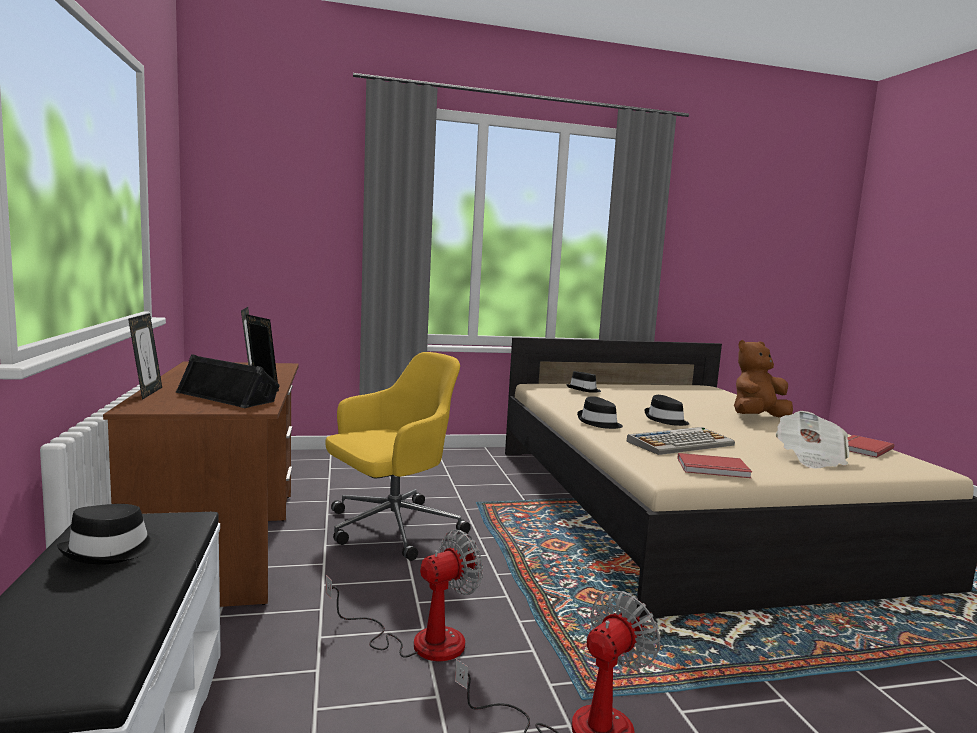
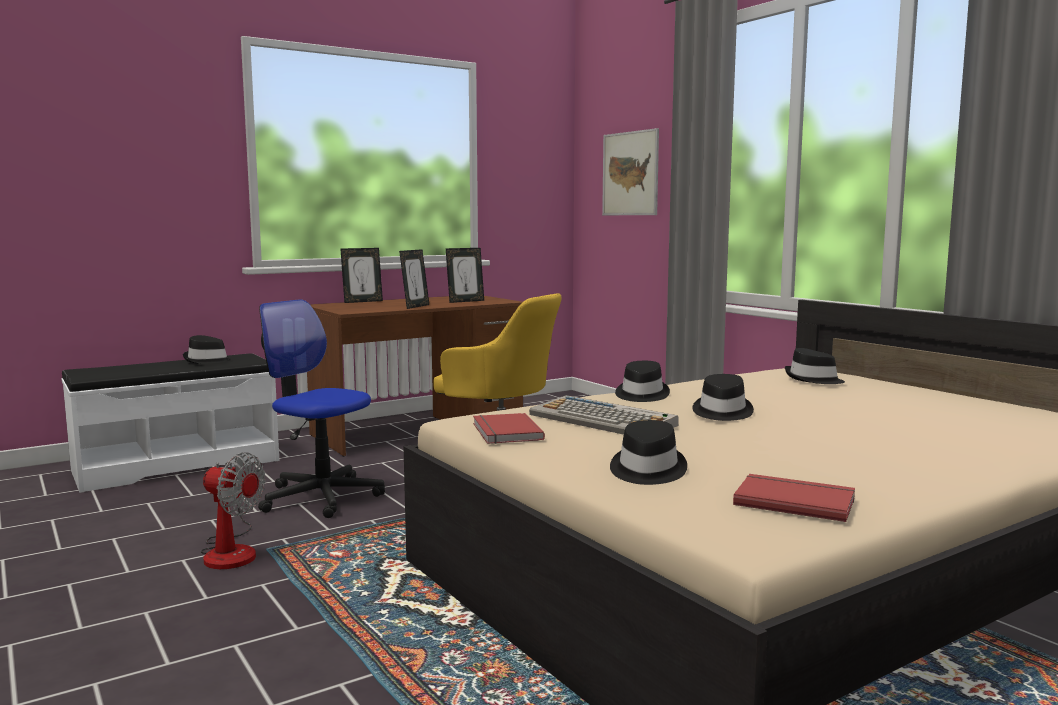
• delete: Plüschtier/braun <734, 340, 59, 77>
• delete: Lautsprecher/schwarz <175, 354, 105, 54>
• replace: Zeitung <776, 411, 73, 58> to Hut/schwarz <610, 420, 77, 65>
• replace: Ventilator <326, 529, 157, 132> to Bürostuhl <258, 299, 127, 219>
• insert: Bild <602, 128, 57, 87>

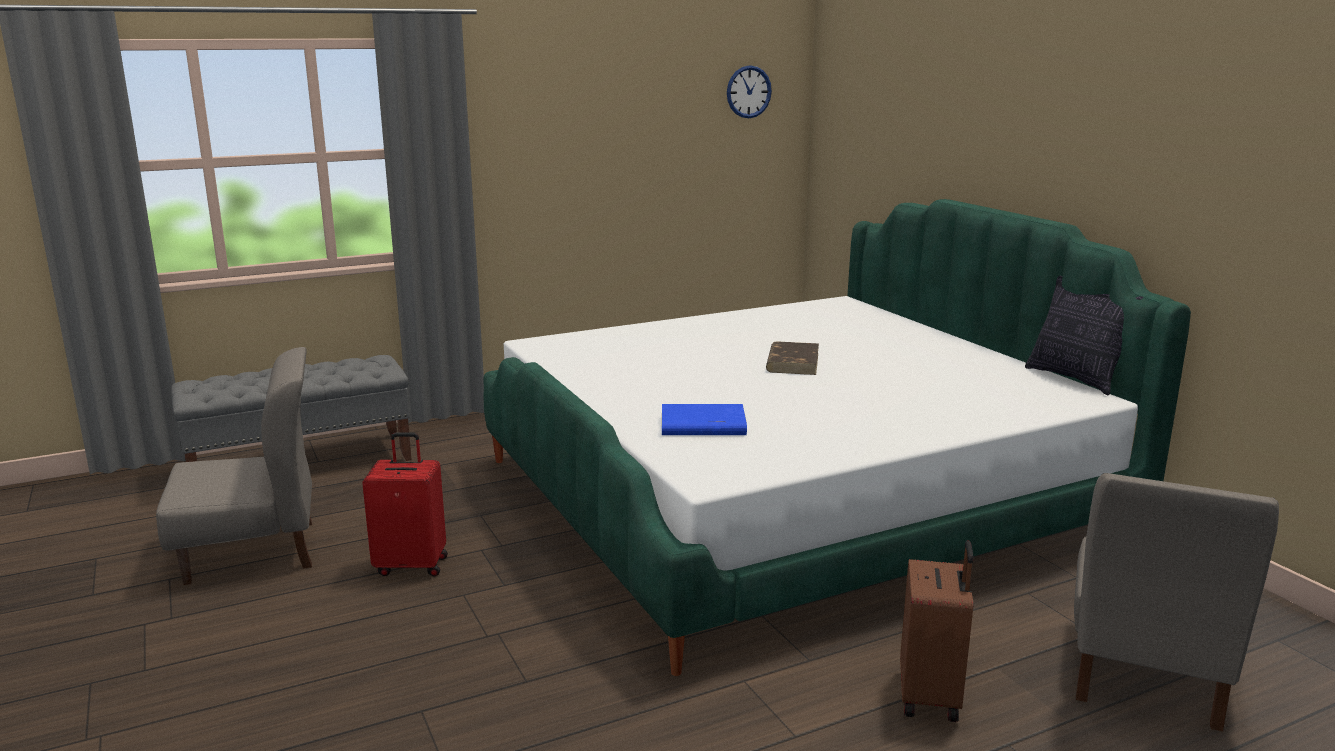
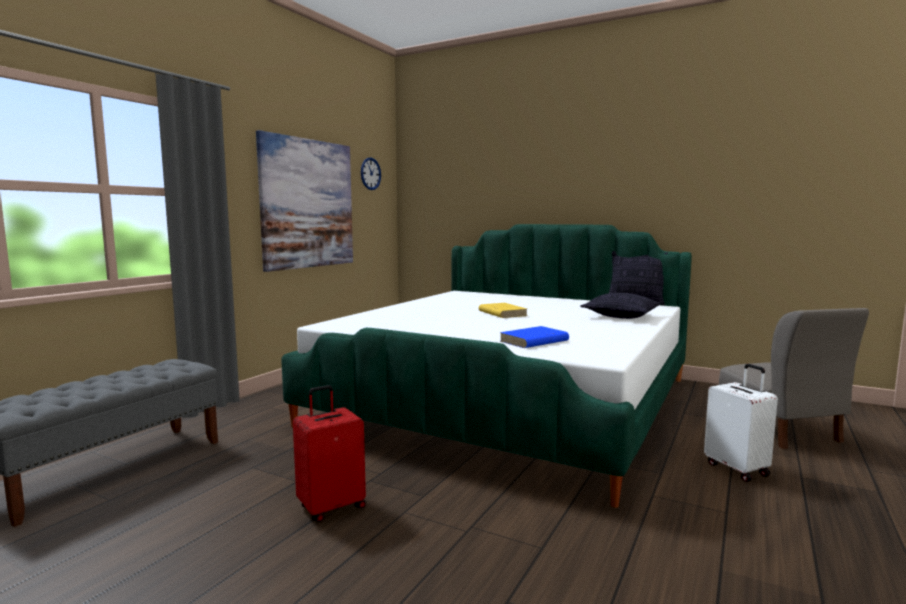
• recolor: Buch/braun <766, 341, 53, 34> to Buch/gelb <479, 303, 48, 15>
• delete: Stuhl/grau <156, 347, 156, 238>
• recolor: Koffer/braun <900, 541, 73, 181> to Koffer/weiß <704, 364, 74, 118>
• insert: Bild <256, 130, 97, 142>
• insert: Kissen <580, 293, 82, 26>

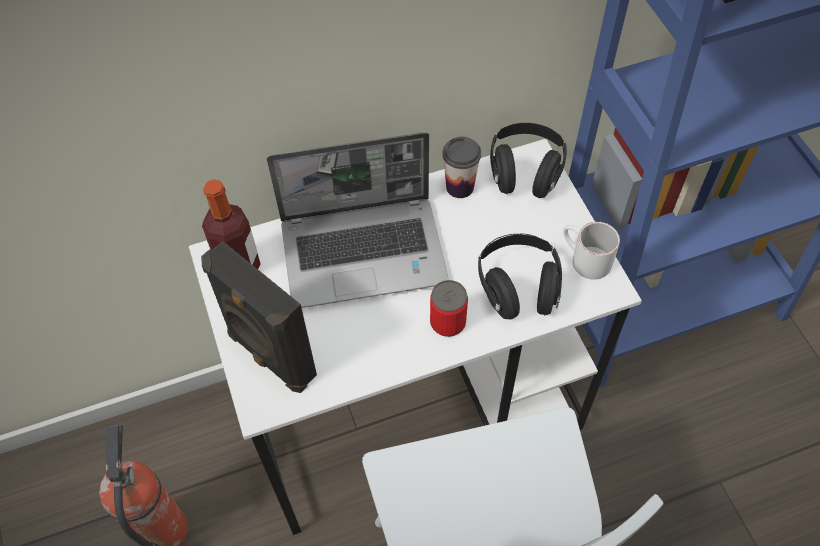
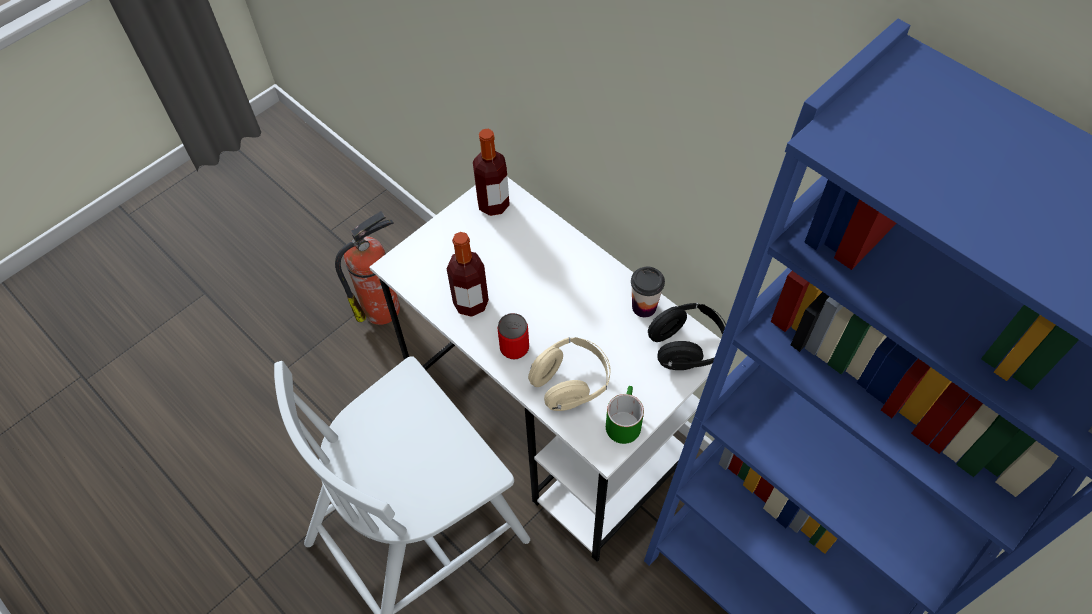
• delete: Laptop <267, 132, 182, 176>
• recolor: Henkelbecher/weiß <563, 222, 57, 58> to Henkelbecher/grün <606, 386, 38, 58>
• recolor: Kopfhörer/schwarz <478, 234, 84, 86> to Kopfhörer/beige <528, 337, 83, 74>
• delete: Lautsprecher/schwarz <201, 241, 116, 152>
• insert: Flasche <447, 232, 42, 85>

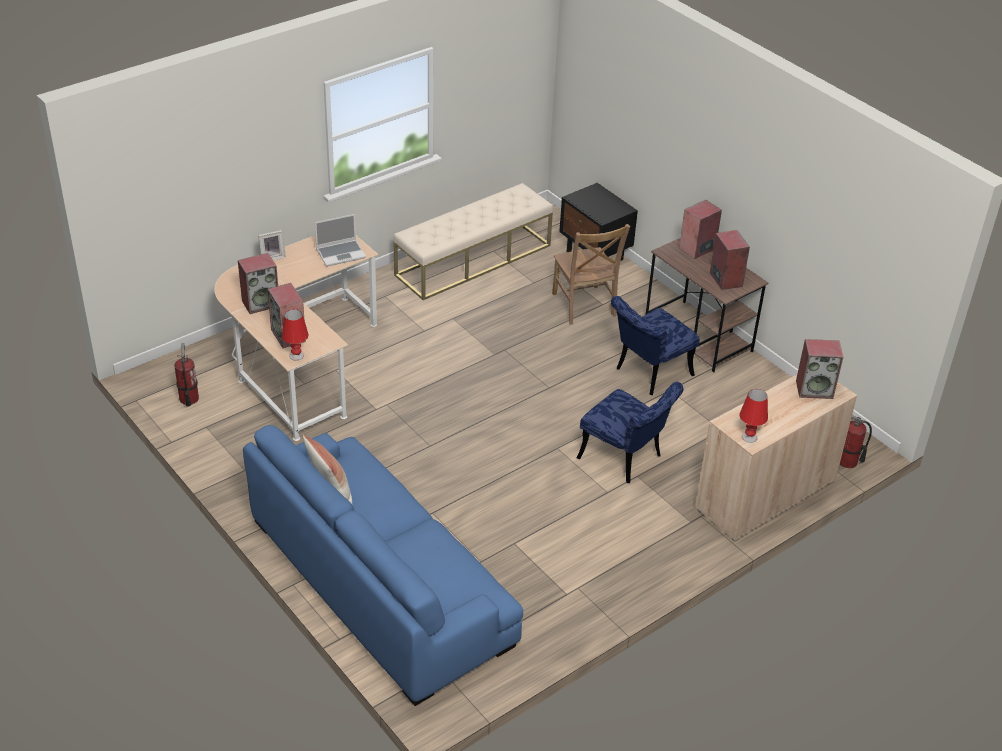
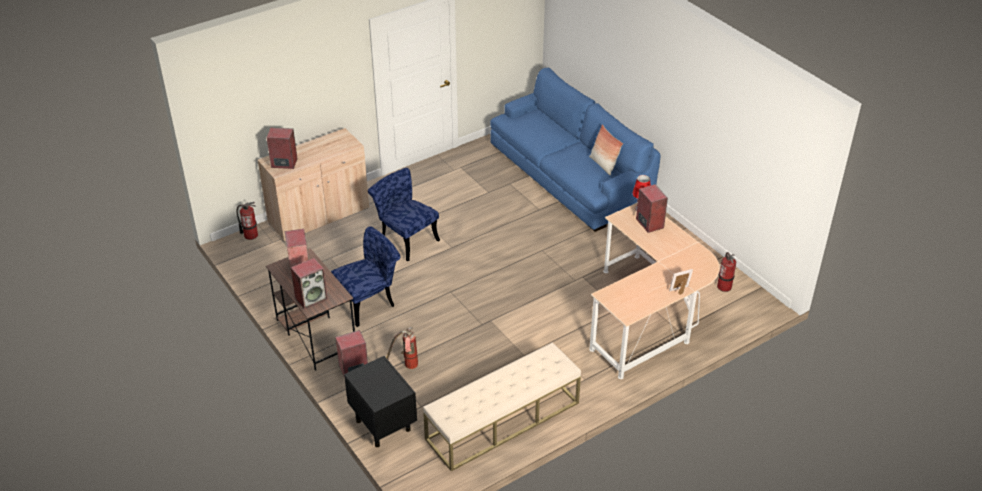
• delete: Laptop <315, 214, 51, 53>
• replace: Stuhl/braun <552, 224, 78, 100> to Feuerlöscher <386, 327, 32, 42>
• move: Lautsprecher <238, 253, 40, 61> to <335, 330, 33, 48>
• delete: Tischlampe/rot <739, 389, 29, 54>

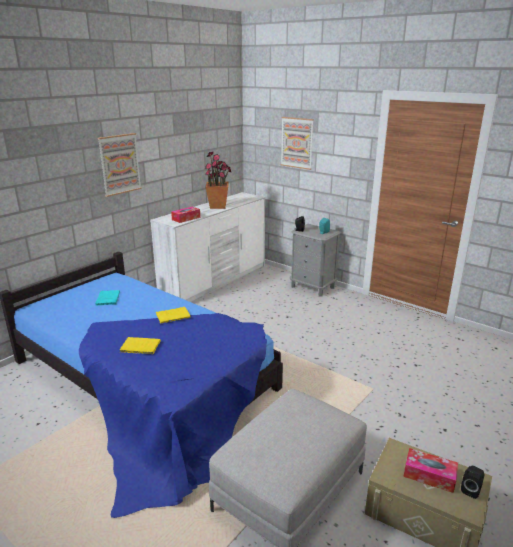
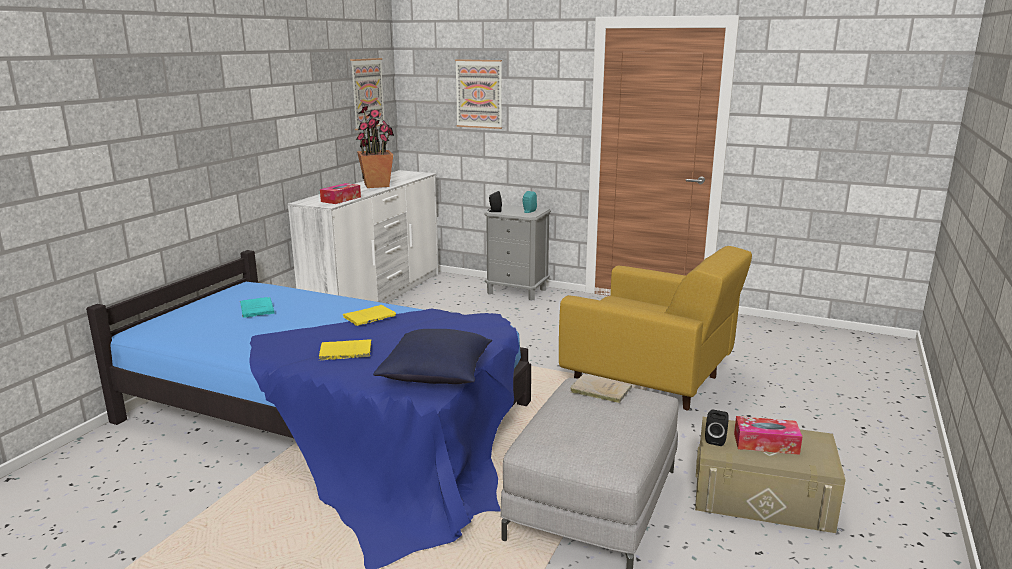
• move: Bild <98, 133, 44, 64> to <350, 58, 34, 72>
• move: Lautsprecher/schwarz <461, 466, 23, 33> to <705, 410, 24, 36>
• insert: Sessel/gelb <559, 246, 193, 165>
• insert: Kissen/blau <373, 329, 119, 55>
• insert: Buch/beige <570, 374, 62, 29>

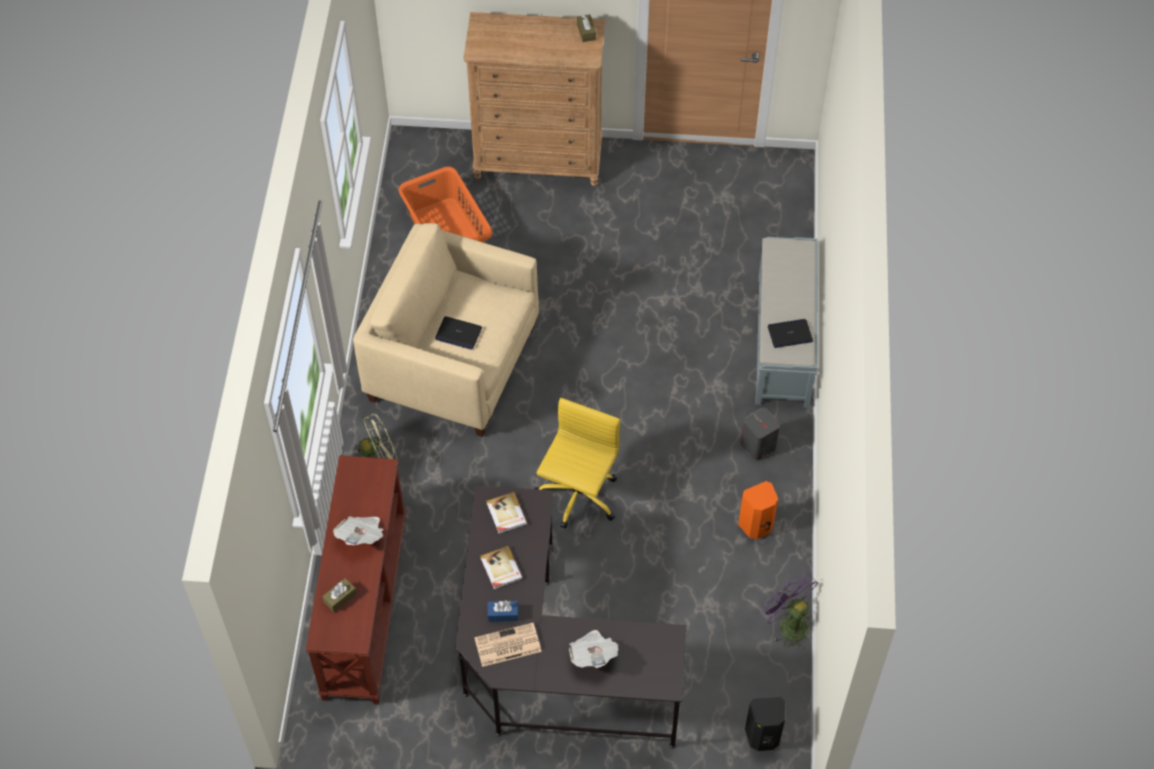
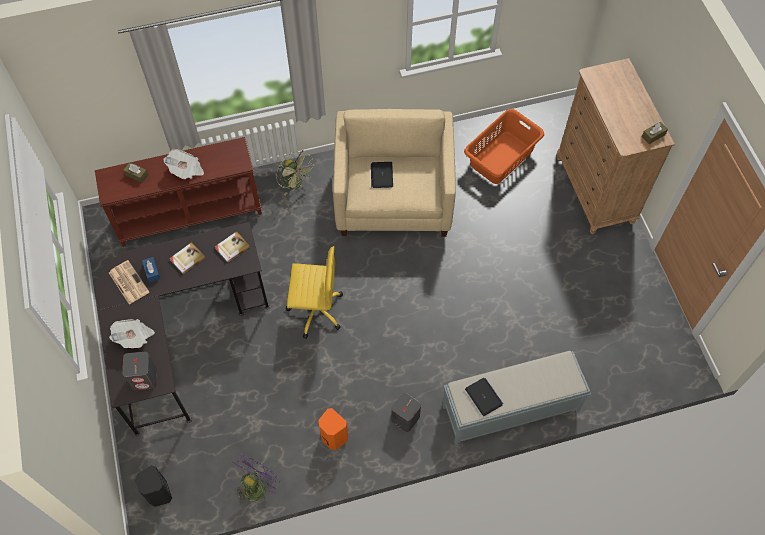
• insert: Lautsprecher/grau <123, 352, 34, 38>

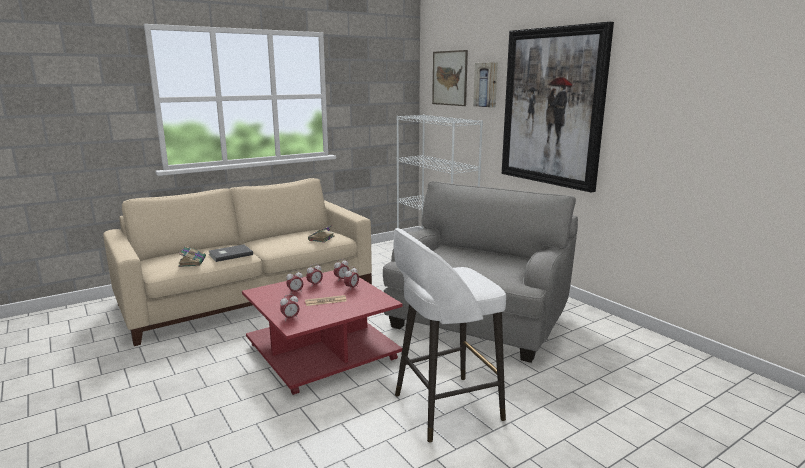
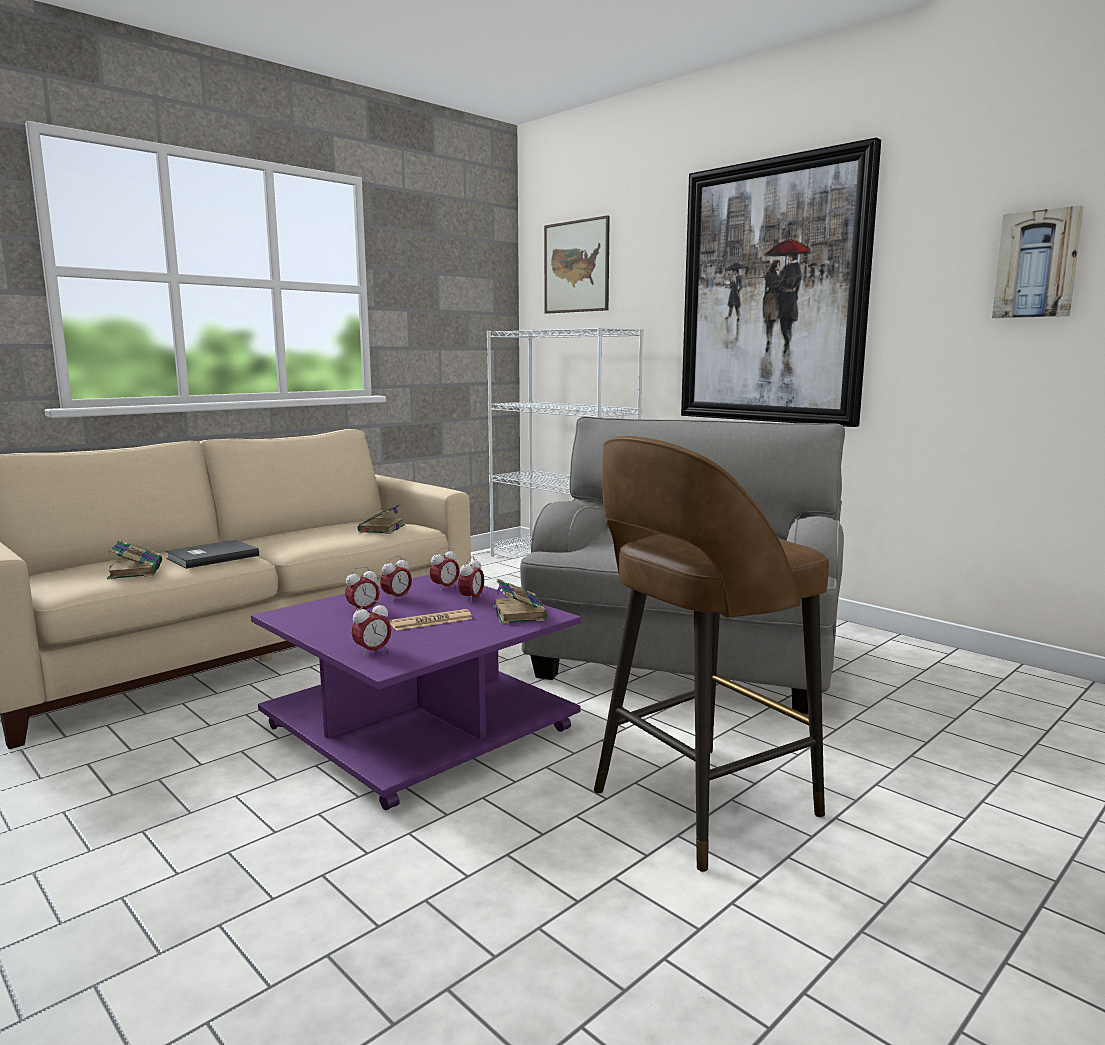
• move: Bild <473, 62, 25, 46> to <992, 205, 92, 113>
• recolor: Hocker/weiß <394, 228, 112, 215> to Hocker/braun <594, 436, 235, 436>
• recolor: Couchtisch/rot <242, 270, 161, 125> to Couchtisch/lila <251, 574, 330, 236>
• insert: Buch <493, 578, 54, 46>

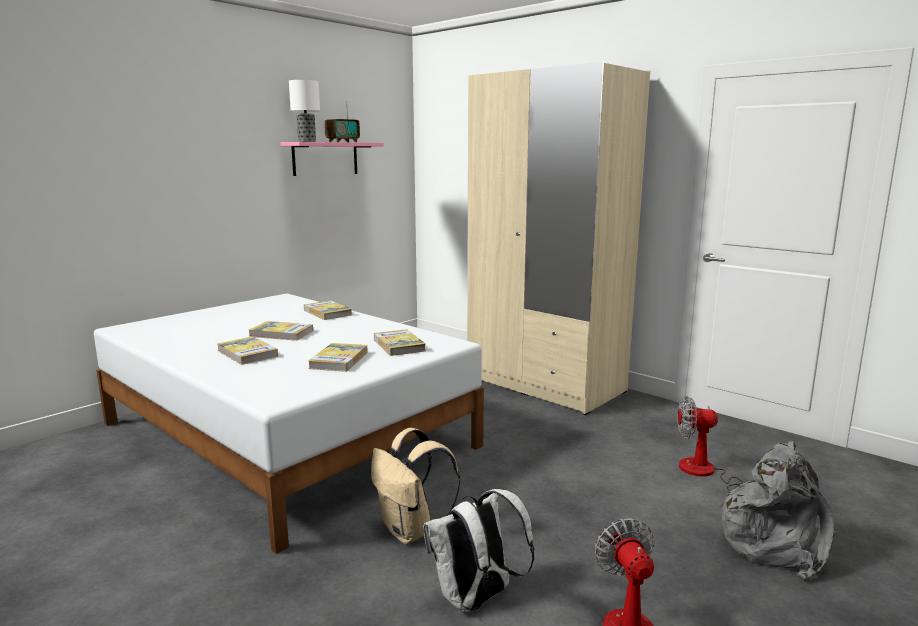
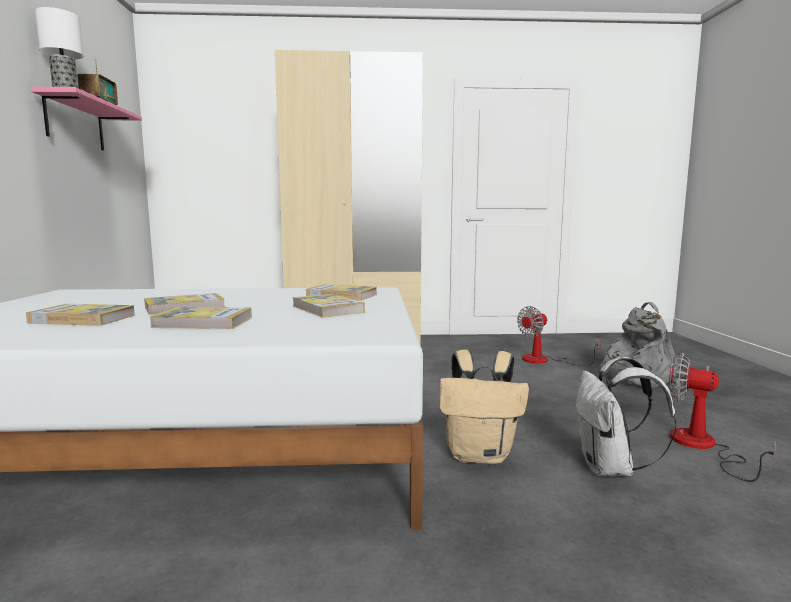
• move: Buch <304, 300, 48, 20> to <26, 304, 109, 22>

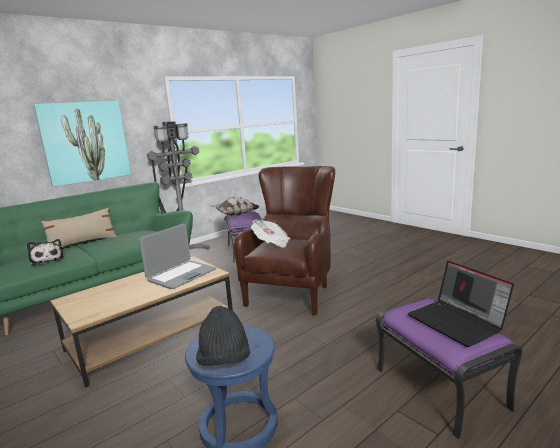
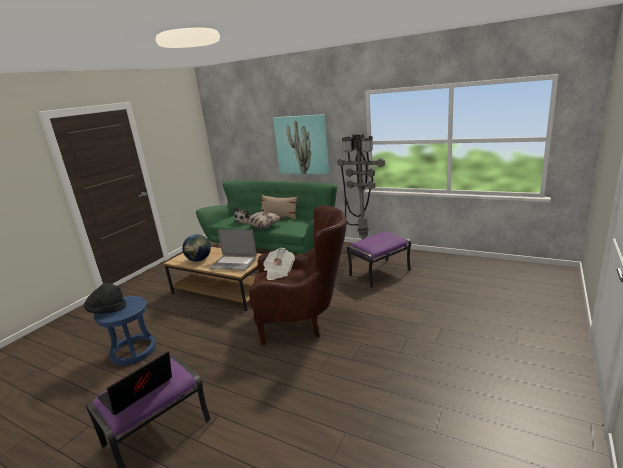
• move: Kissen <210, 197, 49, 19> to <240, 211, 45, 18>
• insert: Globus <182, 234, 29, 28>

